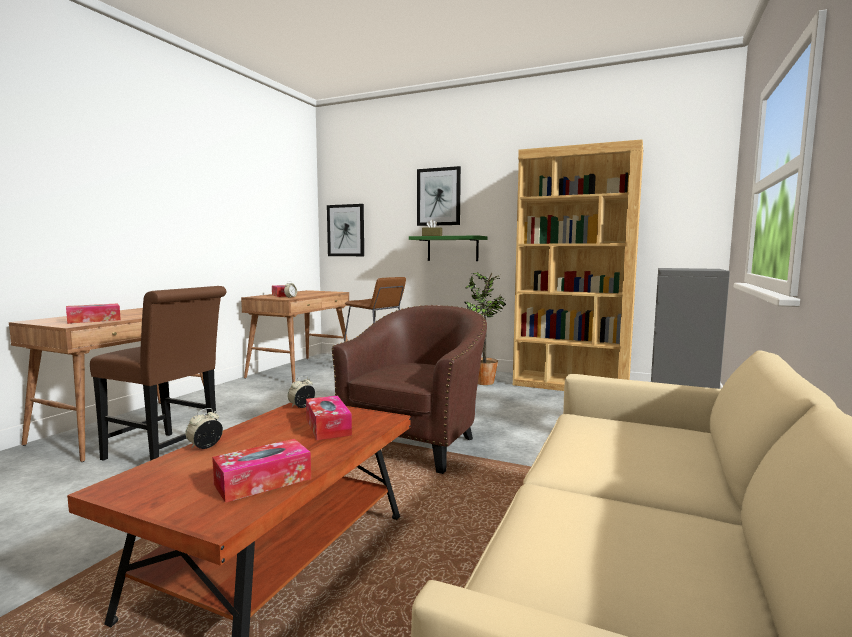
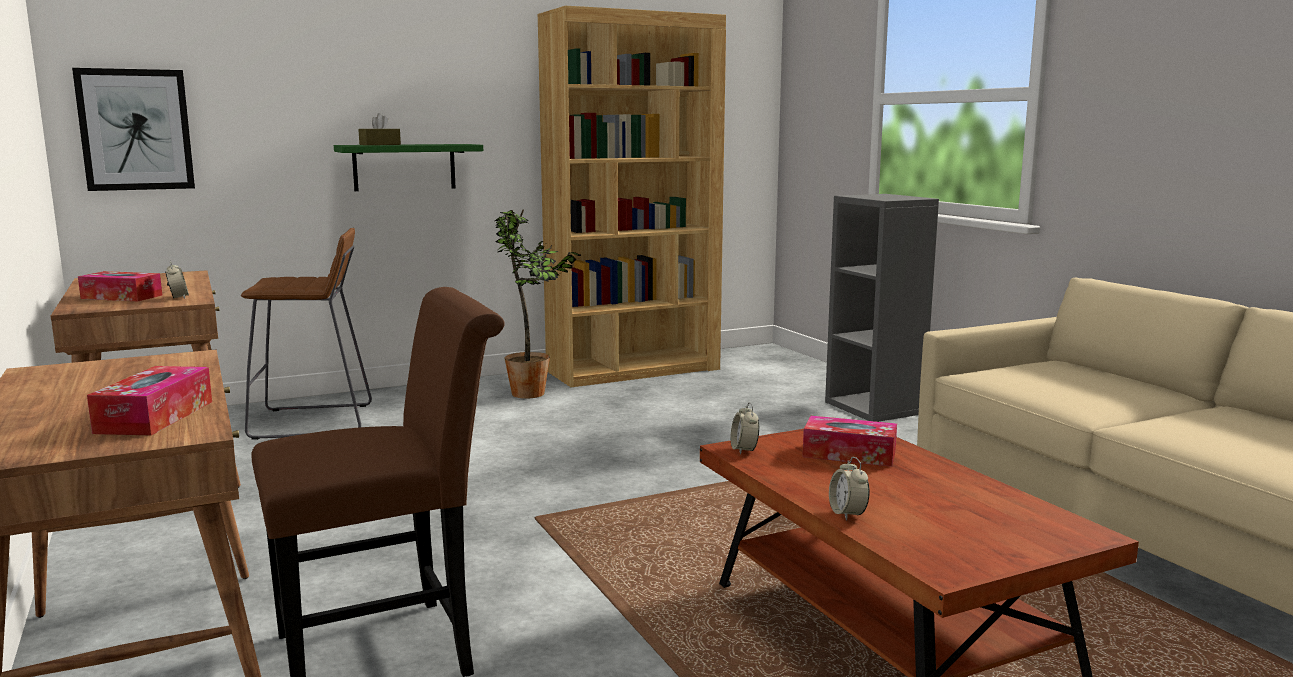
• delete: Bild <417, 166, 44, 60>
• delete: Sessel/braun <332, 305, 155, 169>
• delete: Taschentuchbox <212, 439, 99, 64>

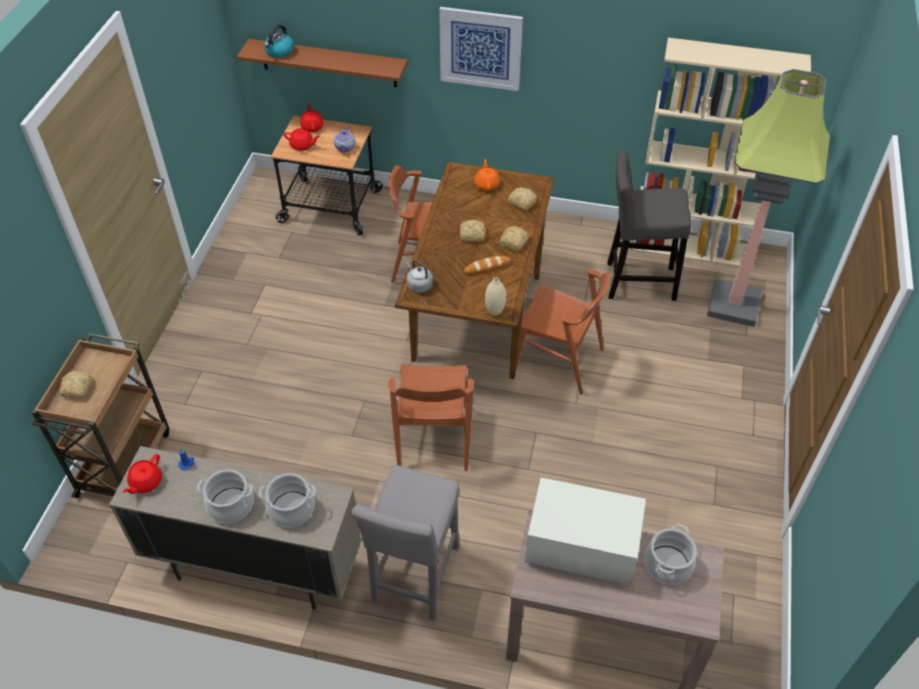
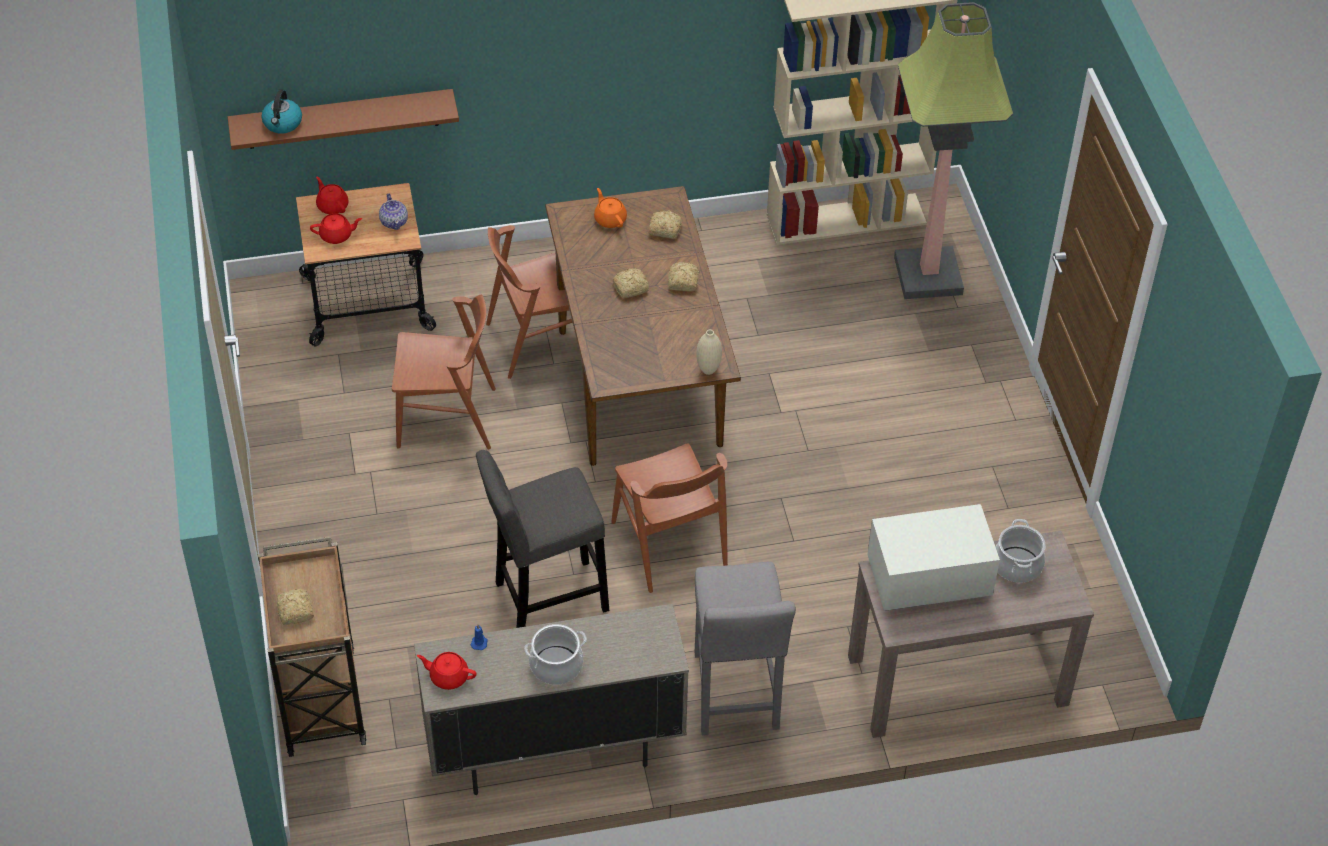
• delete: Bild <439, 7, 84, 84>
• move: Hocker/grau <607, 149, 84, 152> to <476, 450, 133, 178>
• delete: Brot <464, 256, 47, 19>
• delete: Wasserkessel/grau <406, 260, 27, 33>
• move: Stuhl/braun <516, 269, 95, 126> to <392, 294, 104, 155>
• rotate: Teekanne/rot <123, 454, 39, 40> = <417, 652, 60, 38> 105 degrees clockwise
• delete: Kochtopf <259, 473, 57, 54>

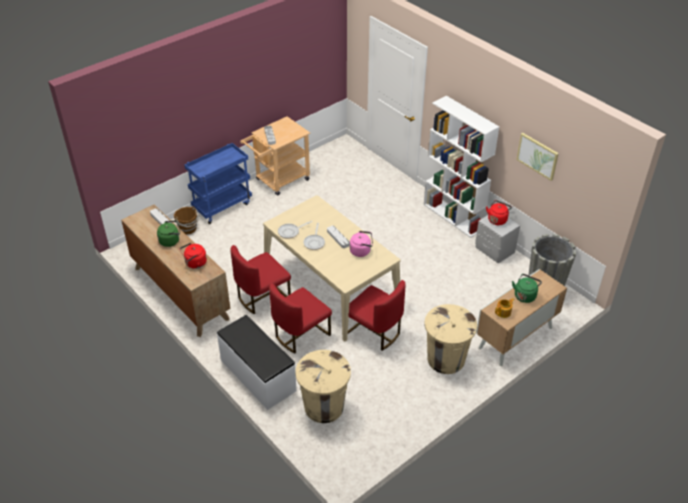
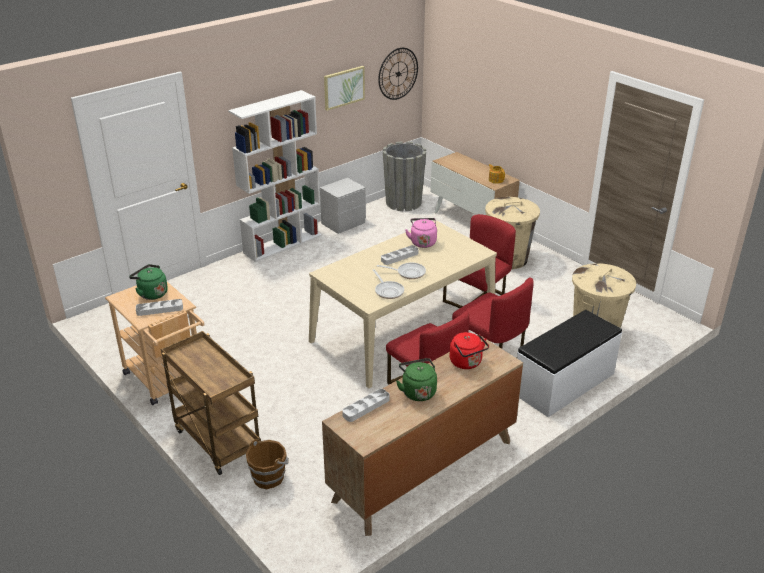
• recolor: Rollwagen/blau <184, 143, 68, 81> to Rollwagen/braun <161, 331, 100, 144>
• delete: Wasserkessel/rot <486, 200, 26, 25>
• move: Wasserkessel/grün <512, 274, 30, 29> to <129, 264, 39, 36>
• insert: Wanduhr <378, 48, 40, 52>

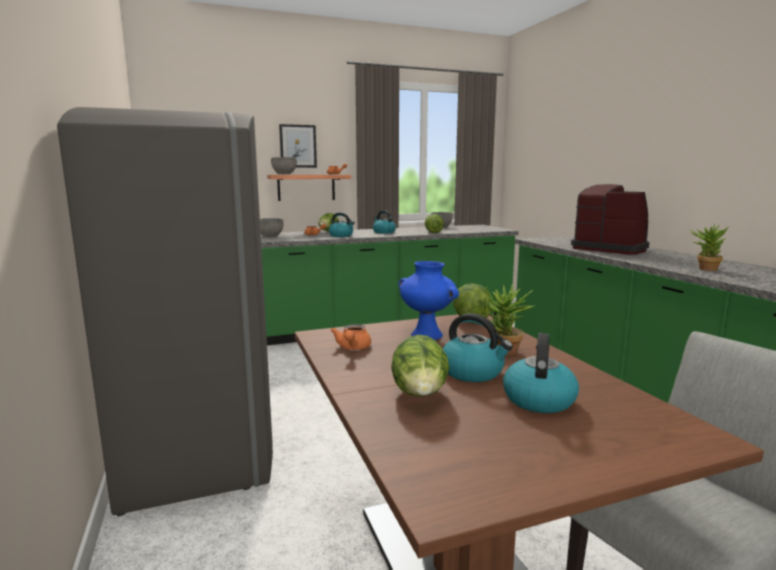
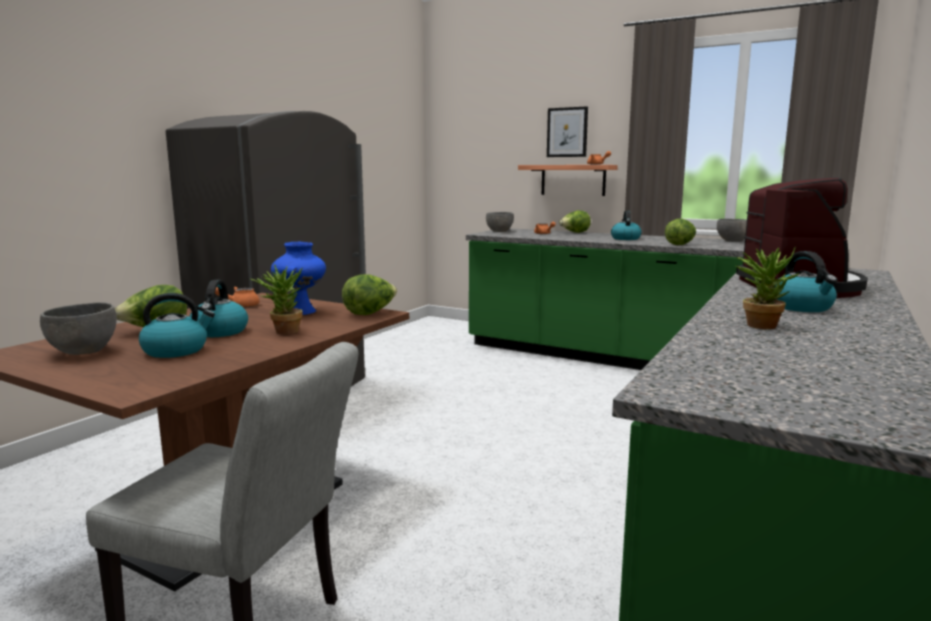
• move: Schüssel/grau <271, 157, 26, 17> to <40, 303, 77, 52>
• move: Wasserkessel <329, 212, 26, 25> to <775, 251, 62, 61>

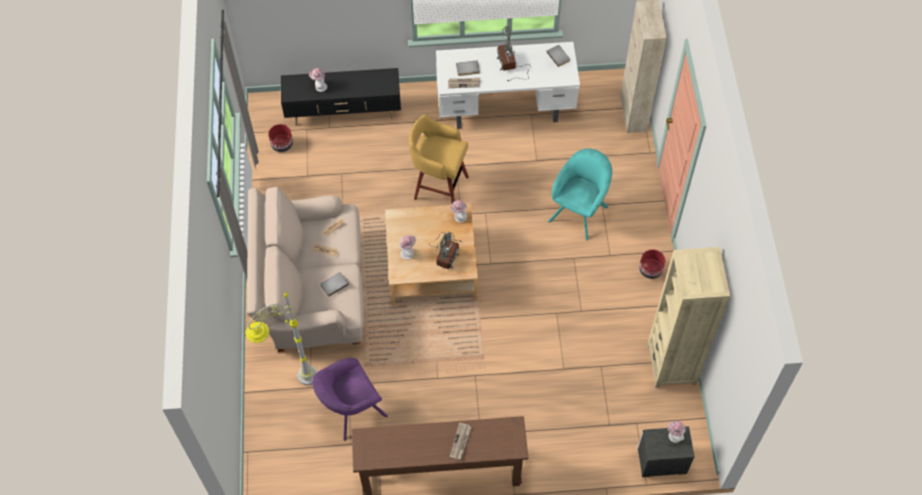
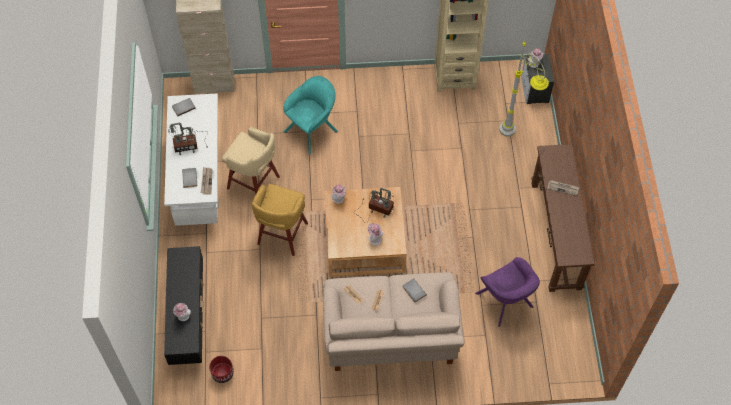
• rotate: Sessel/türkis <548, 148, 64, 93> = <283, 76, 55, 79> 105 degrees clockwise
• delete: Pflanzkübel/rot <639, 249, 26, 30>
• move: Stehlampe/grau <246, 292, 72, 93> to <499, 41, 50, 96>
• insert: Hocker/beige <222, 127, 58, 67>

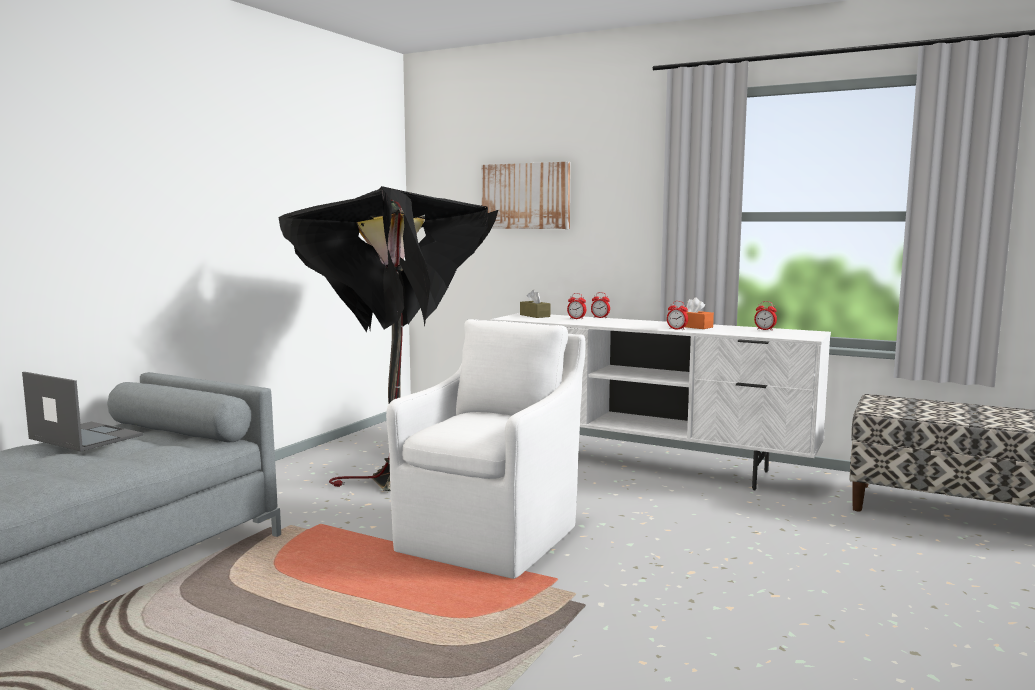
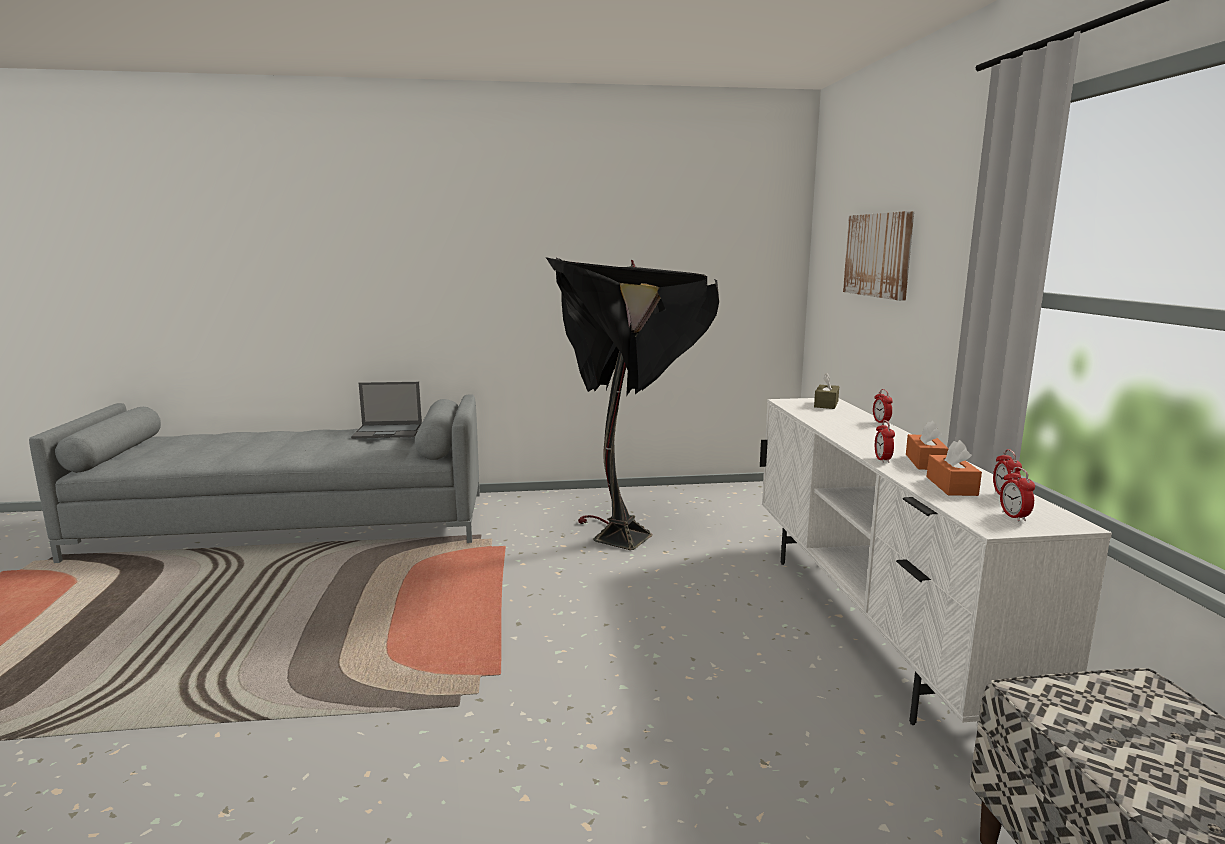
• move: Wecker <567, 293, 19, 27> to <1000, 467, 35, 55>
• delete: Sessel/weiß <386, 319, 199, 260>
• rotate: Laptop <22, 372, 121, 79> = <351, 382, 71, 56> 90 degrees clockwise
• insert: Taschentuchbox/orange <927, 440, 55, 56>

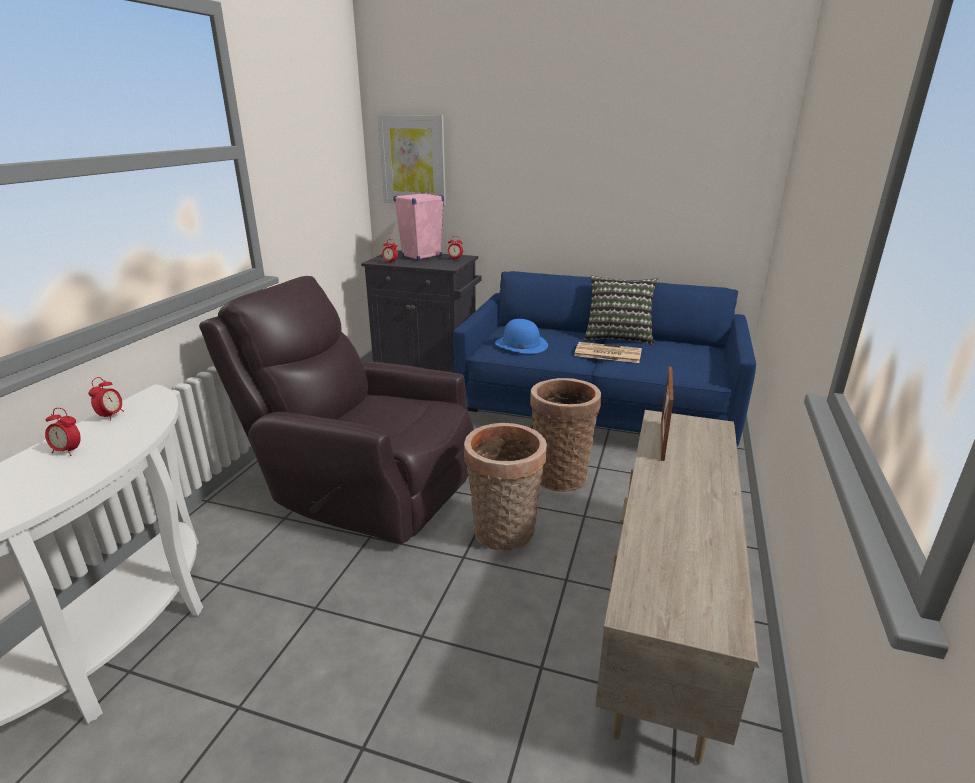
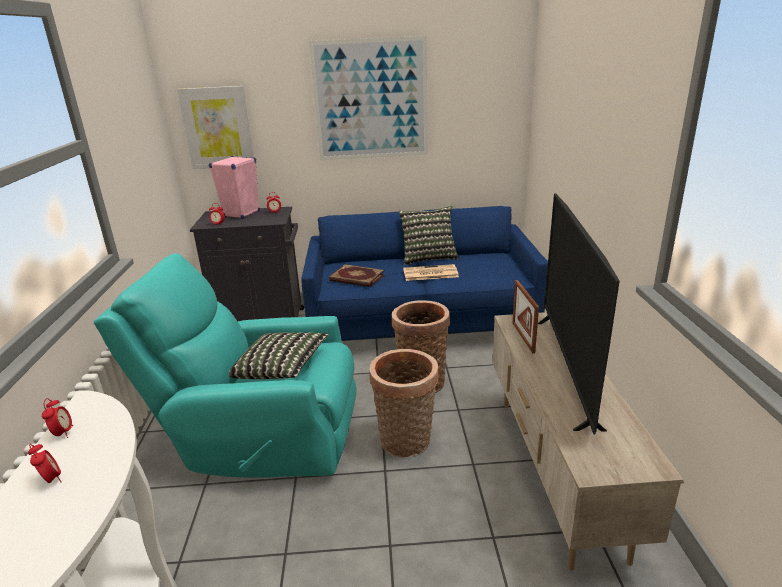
• recolor: Sessel/braun <199, 276, 275, 268> to Sessel/türkis <94, 253, 262, 224>
• replace: Hut/blau <495, 319, 53, 35> to Buch <329, 264, 56, 23>
• rotate: Wecker <45, 408, 36, 48> = <28, 444, 34, 39> 120 degrees counterclockwise
• insert: Bild <309, 36, 119, 124>
• insert: Fernseher <538, 193, 82, 242>
• insert: Kissen <229, 332, 100, 47>

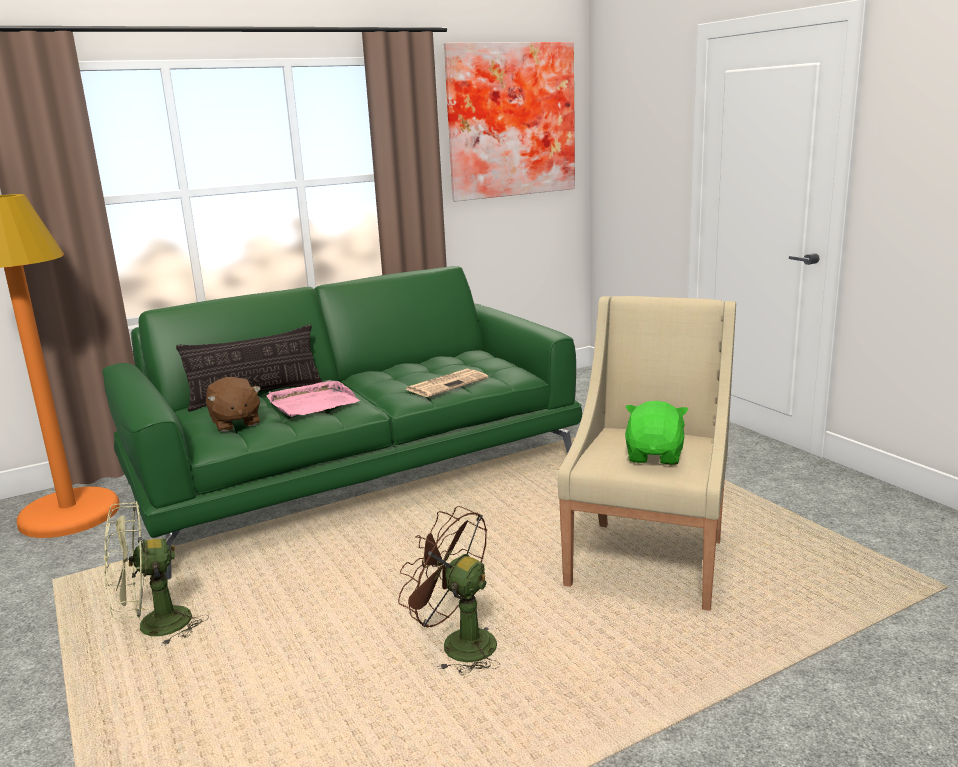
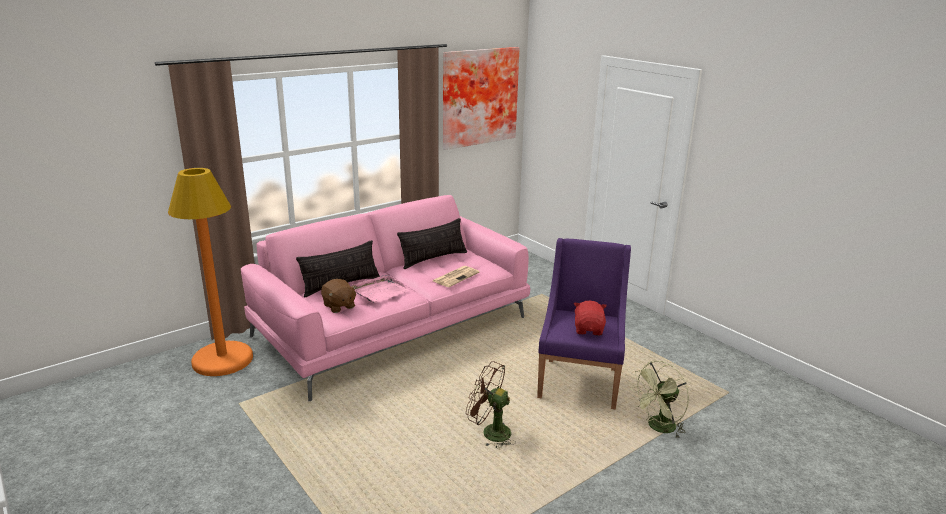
• recolor: Sofa/grün <103, 266, 479, 314> to Sofa/rosa <241, 195, 289, 206>
• recolor: Sessel/beige <558, 296, 178, 315> to Sessel/lila <537, 238, 94, 171>
• recolor: Plüschtier/grün <625, 401, 63, 64> to Plüschtier/rot <574, 301, 33, 34>
• move: Ventilator/grün <104, 501, 105, 145> to <631, 361, 58, 77>
• insert: Kissen <397, 218, 70, 51>

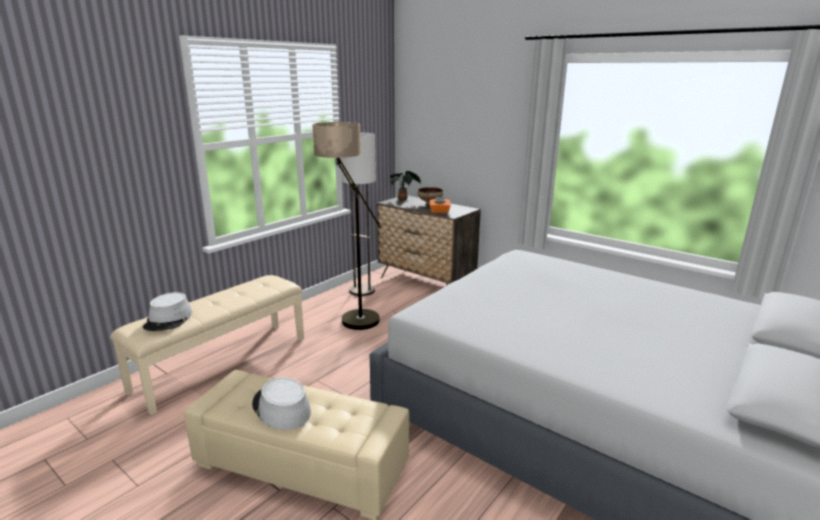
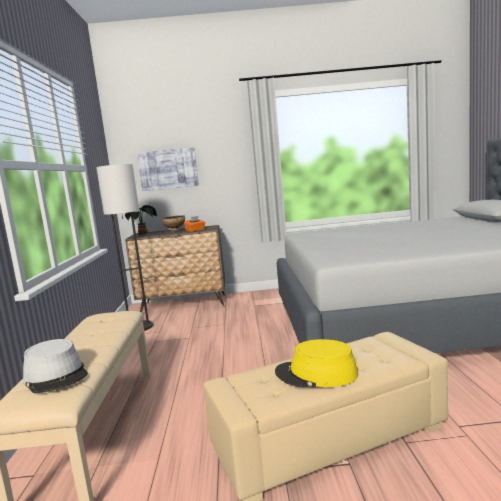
• delete: Stehlampe <312, 122, 75, 208>
• recolor: Hut/grau <252, 377, 59, 53> to Hut/gelb <275, 339, 83, 49>
• insert: Bild <137, 147, 62, 44>

